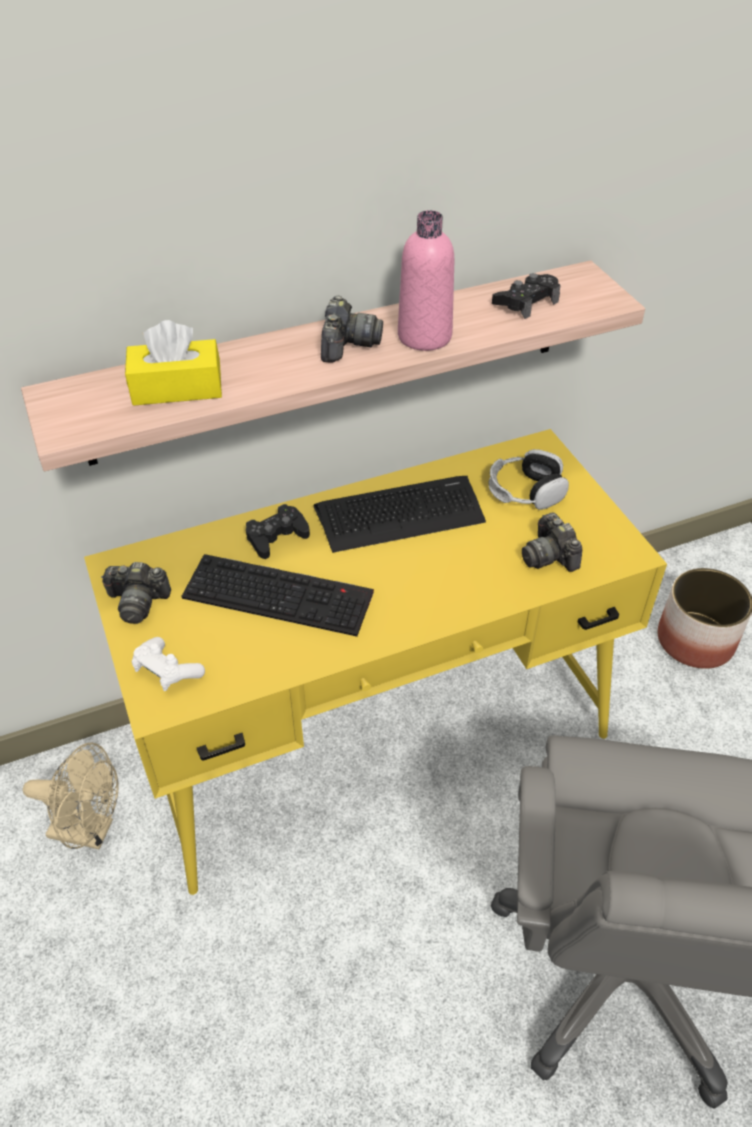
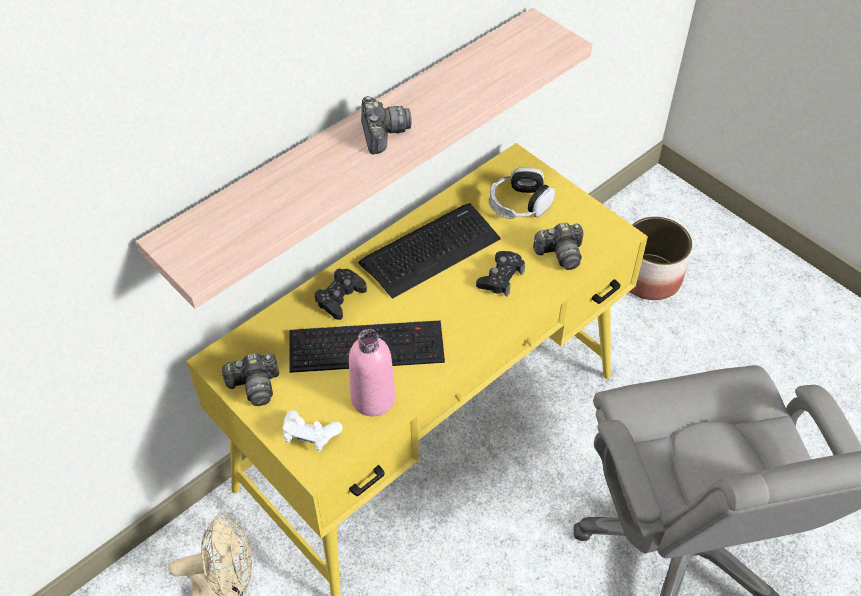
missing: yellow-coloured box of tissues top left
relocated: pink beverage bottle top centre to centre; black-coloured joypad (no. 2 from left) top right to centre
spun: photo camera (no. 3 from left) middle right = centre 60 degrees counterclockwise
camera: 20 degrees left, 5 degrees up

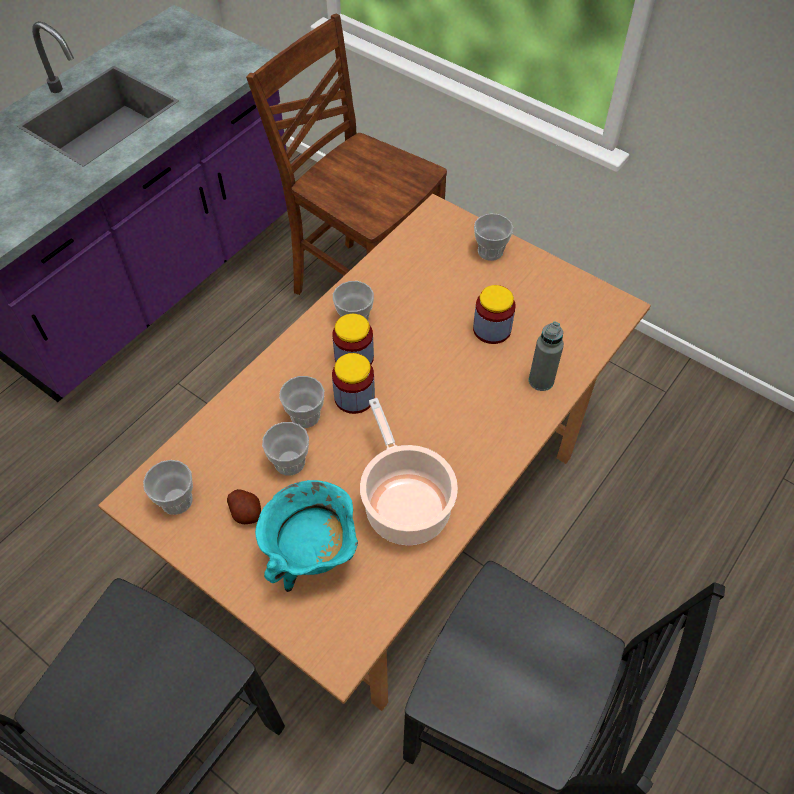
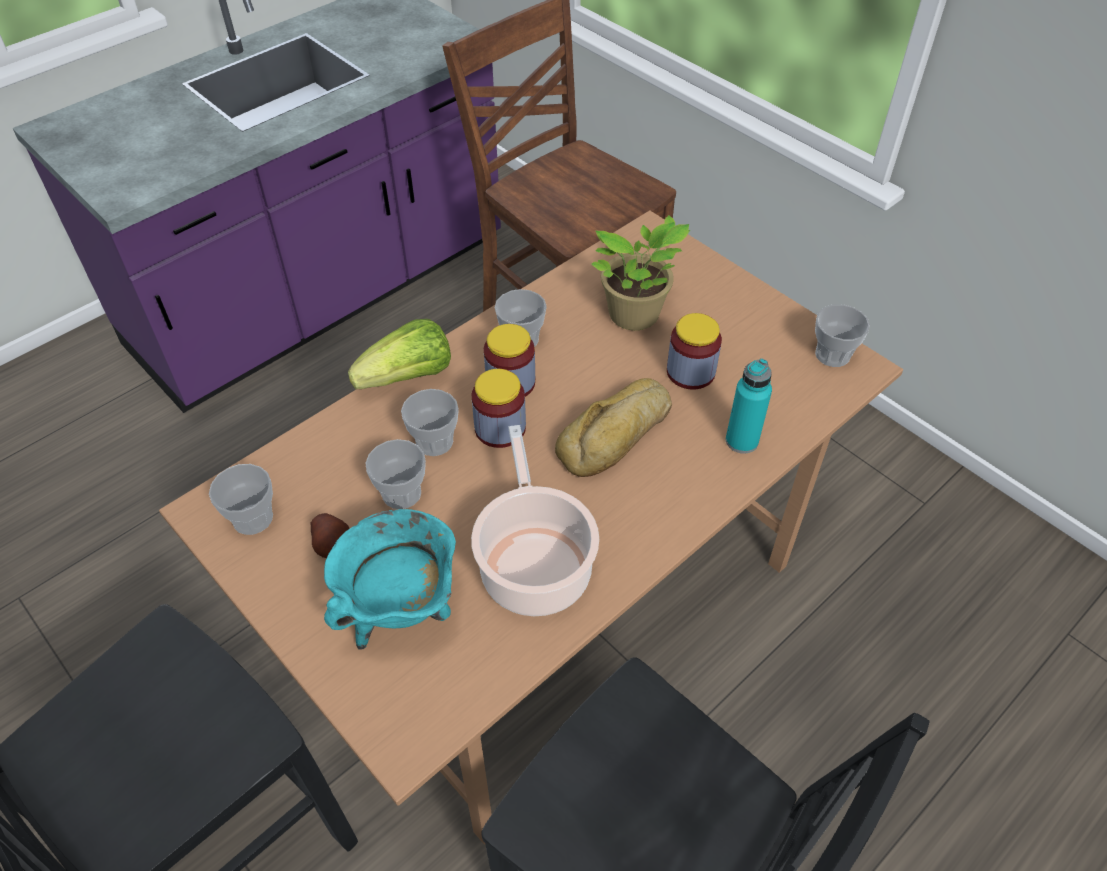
appeared: plant in a pot top centre; lettuce centre; bakery bread centre
relocated: small cup (no. 5 from left) top centre to middle right
colour: gray beverage bottle middle right to blue-green beverage bottle middle right
camera: 10 degrees right, 5 degrees down

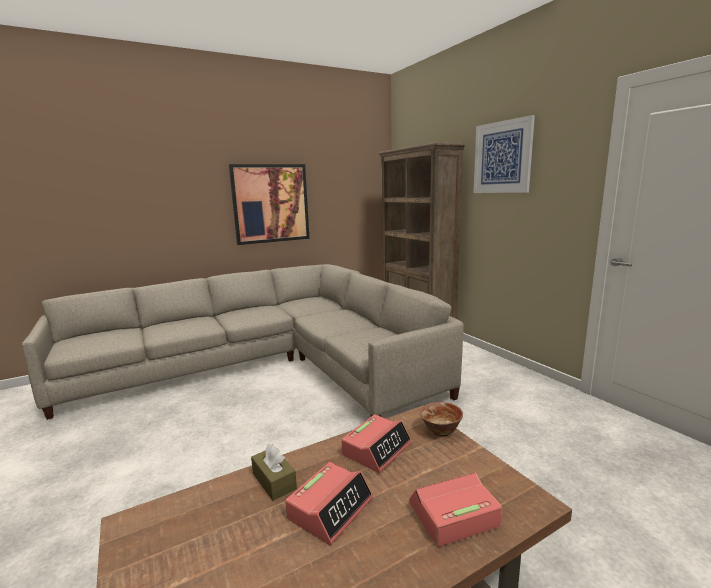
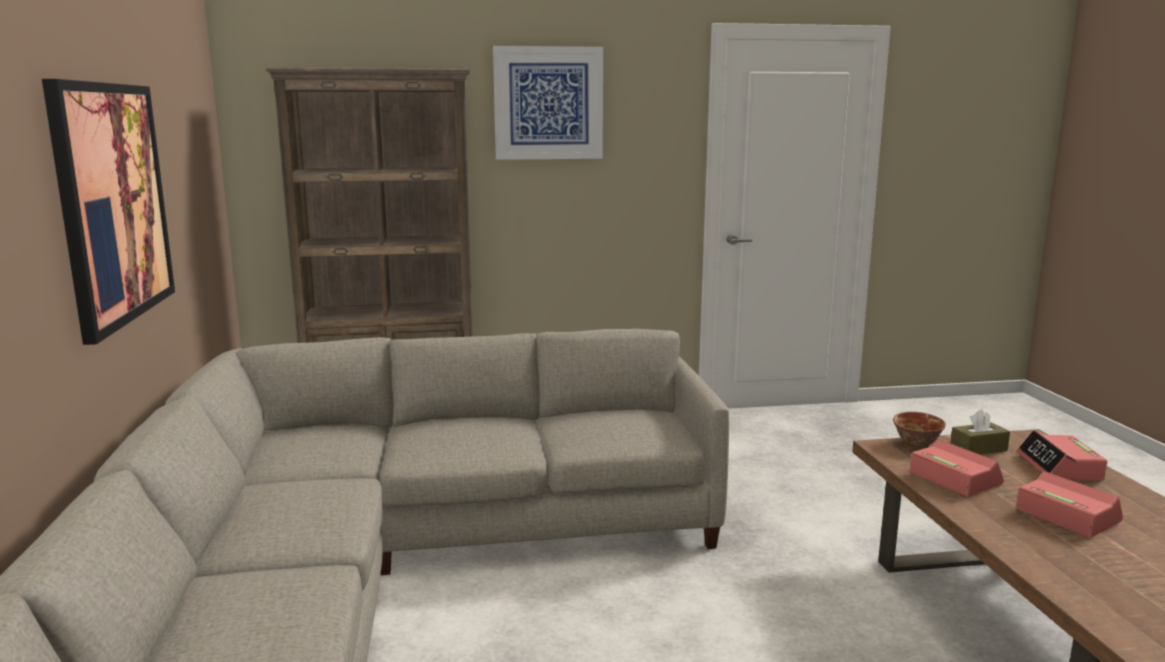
relocated: brownish box of tissues bottom centre to middle right
camera: 70 degrees left, 0 degrees up

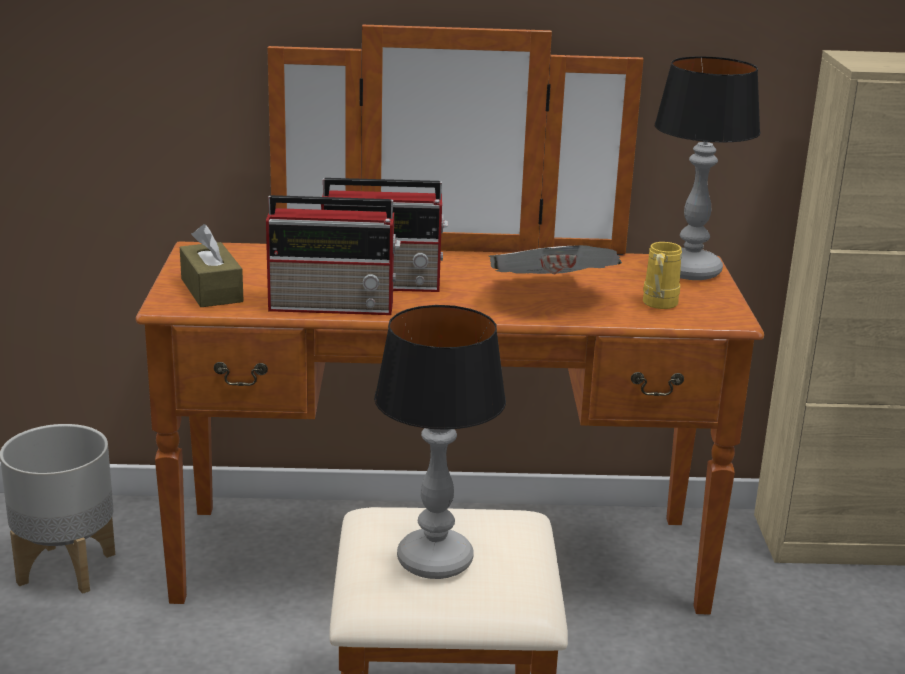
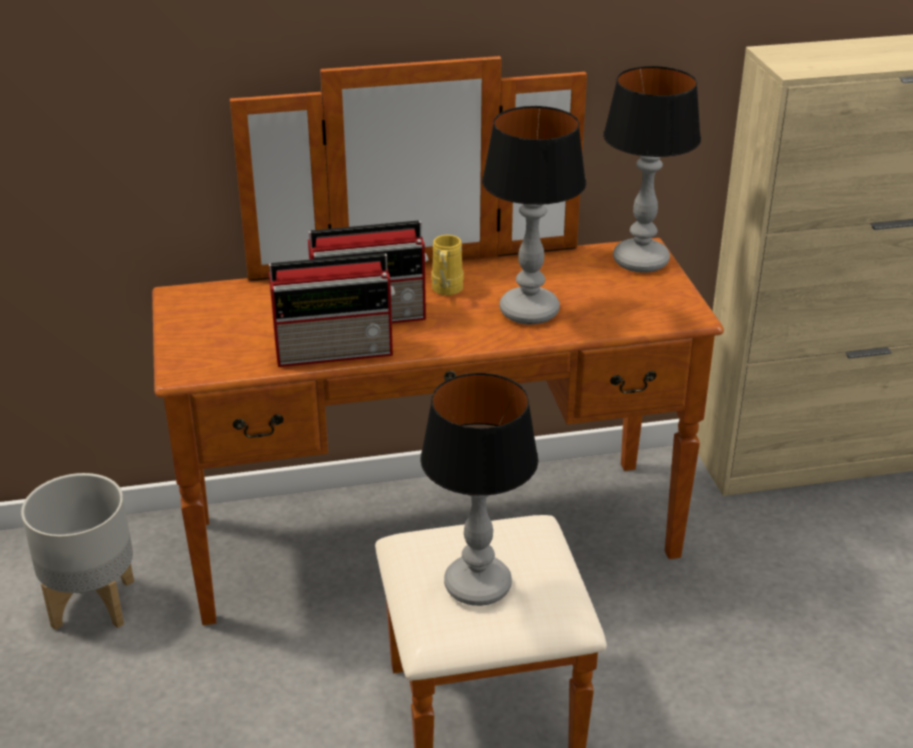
missing: brownish box of tissues middle left
relocated: yellow-coloured mug middle right to centre
exchanged: printed paper centre to table lamp (no. 2 from left) top centre
camera: 10 degrees left, 10 degrees up

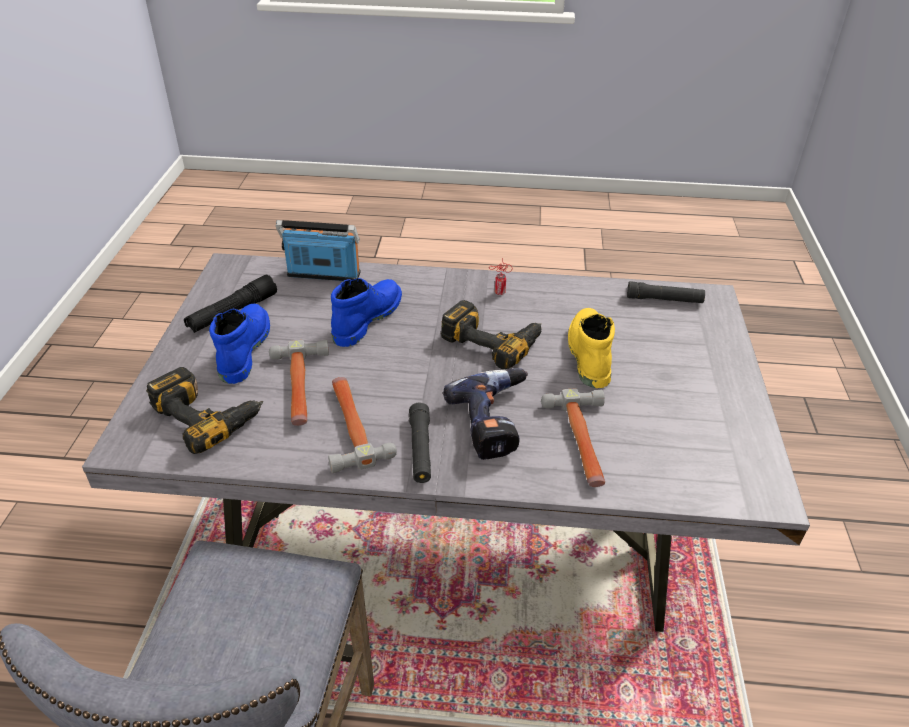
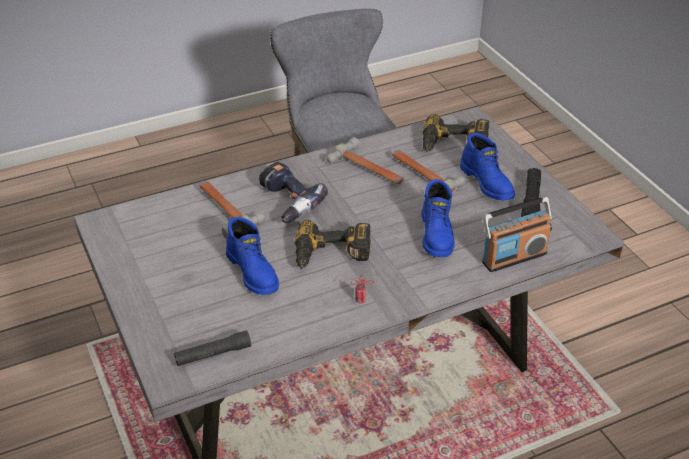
missing: black-coloured hand torch (no. 2 from left) centre
colour: yellow-coloured tall boot centre to bluish tall boot (no. 1 from left) centre
camera: 150 degrees right, 0 degrees up

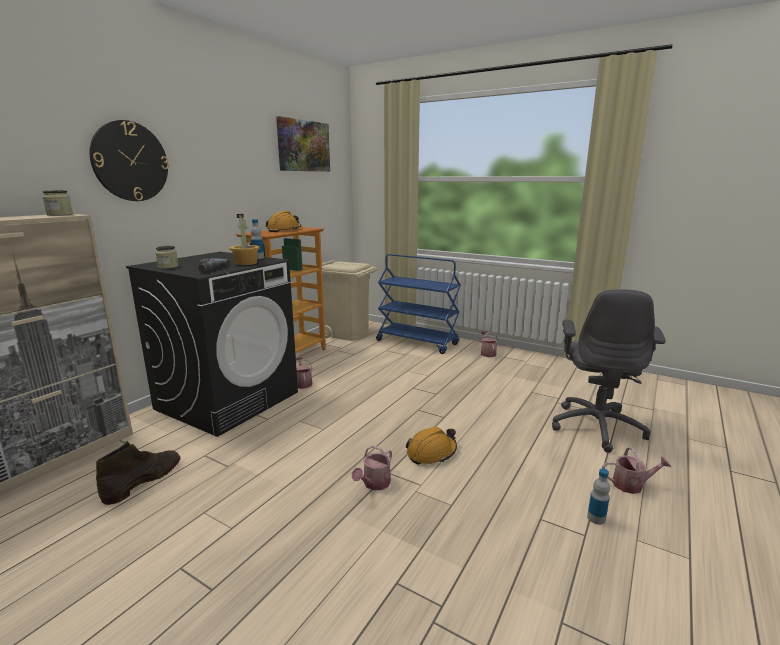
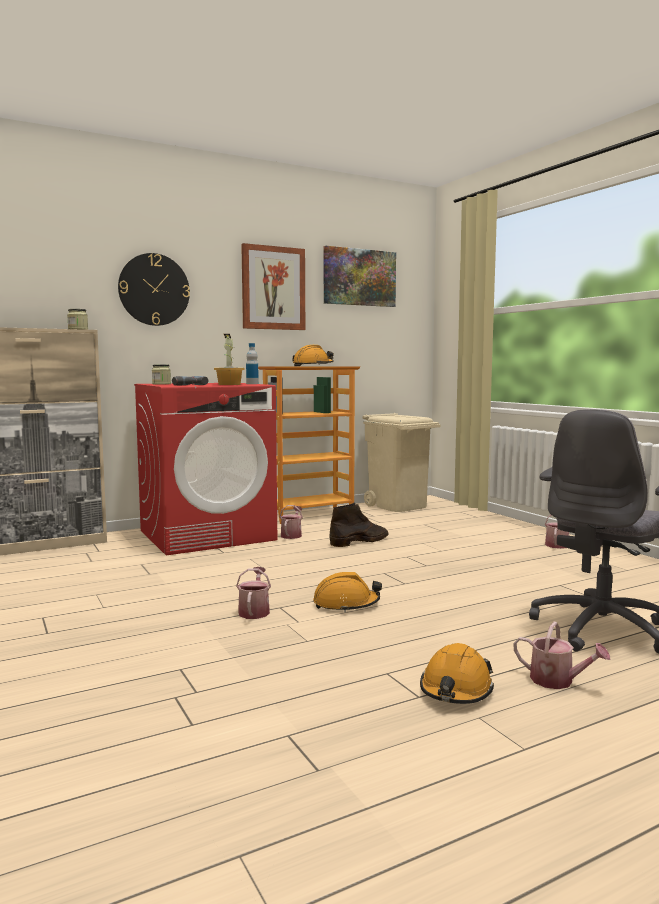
missing: bluish wheeled cart centre
appeared: picture (no. 1 from left) top centre
relocated: brownish tall boot bottom left to centre
exchanged: beverage bottle (no. 2 from left) bottom right to orange-coloured work helmet (no. 3 from left) bottom right
colour: black-coloured laundry appliance middle left to red-coloured laundry appliance middle left
spun: sprinkling can (no. 2 from left in the first image) bottom centre = centre 120 degrees clockwise
camera: 30 degrees right, 10 degrees down

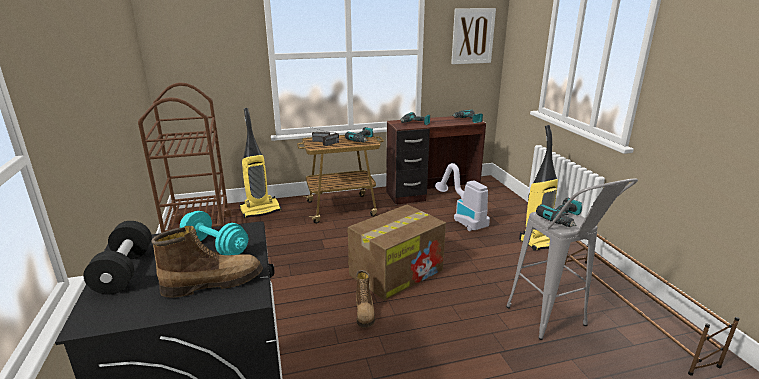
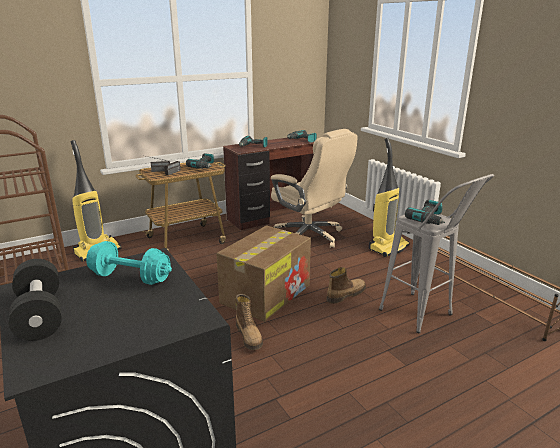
missing: picture top centre
relocated: tall boot (no. 1 from left in the first image) bottom left to tall boot (no. 2 from left) centre
exchanged: vacuum (no. 2 from left) centre to beige desk chair centre
camera: 15 degrees left, 0 degrees up

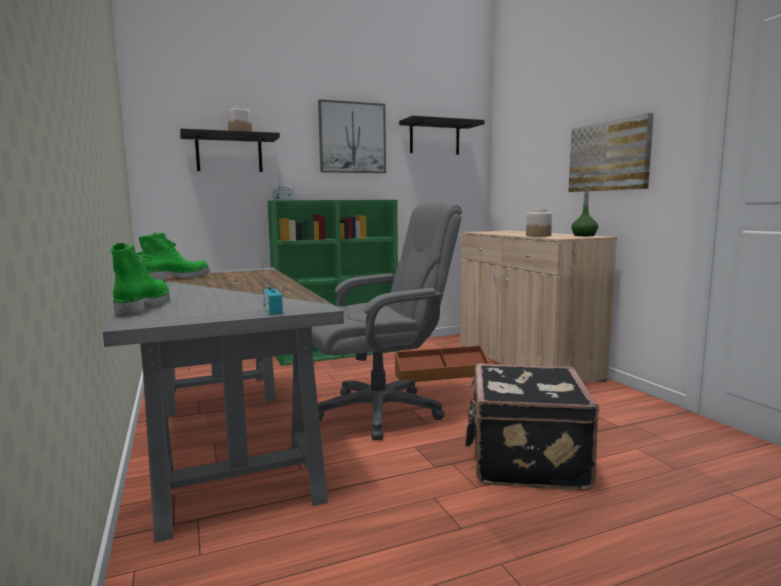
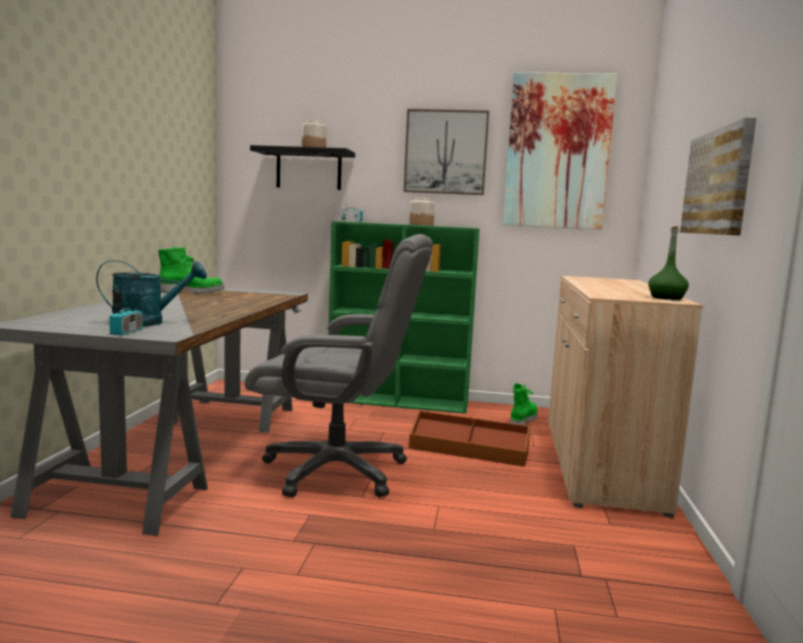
missing: black-coloured piece of luggage bottom right
appeared: blue-green sprinkling can middle left
relocated: storage jar (no. 2 from left) middle right to top centre; green-coloured tall boot (no. 1 from left in the first image) middle left to green-coloured tall boot (no. 2 from left) centre
exchanged: black-coloured bracket shelf (no. 2 from left) top centre to picture (no. 2 from left) top right
camera: 30 degrees right, 0 degrees up

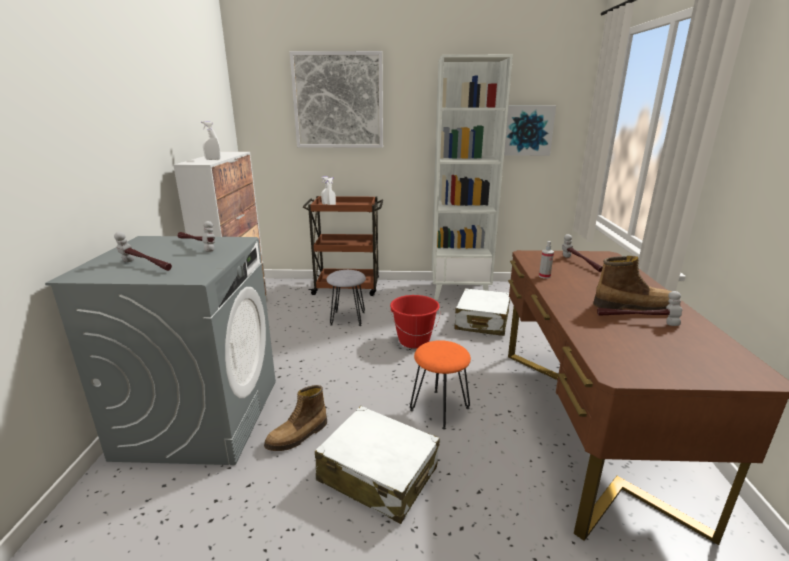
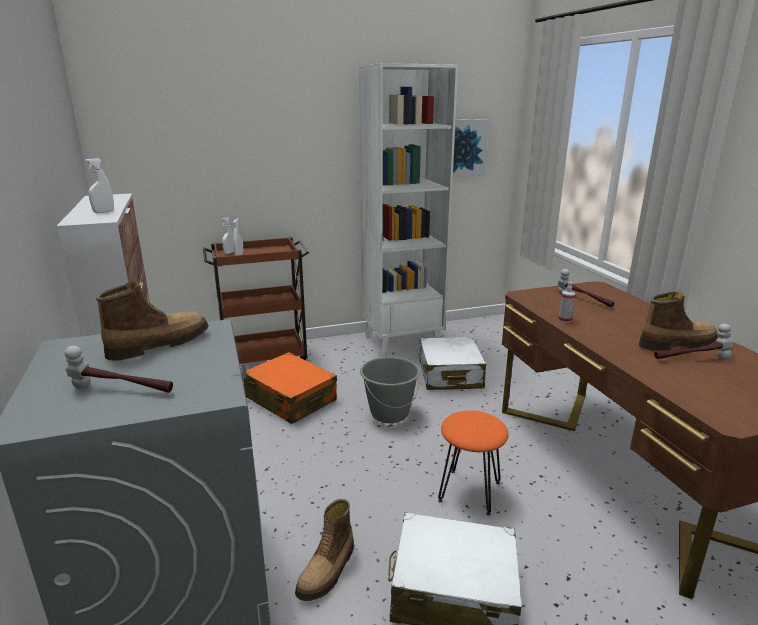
missing: picture (no. 1 from left) top centre
exchanged: hand hammer (no. 2 from left) middle left to tall boot (no. 1 from left) middle left; gray stool centre to orange-coloured piece of luggage centre
colour: red-coloured pail centre to gray pail centre
camera: 20 degrees left, 0 degrees up

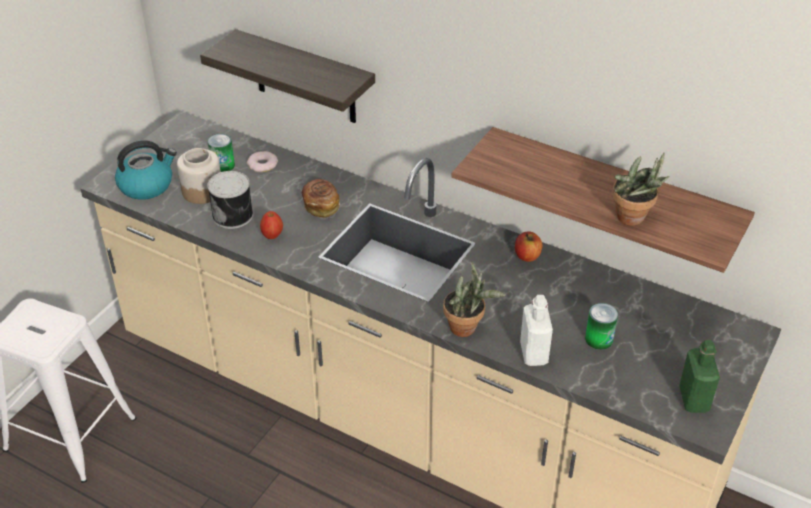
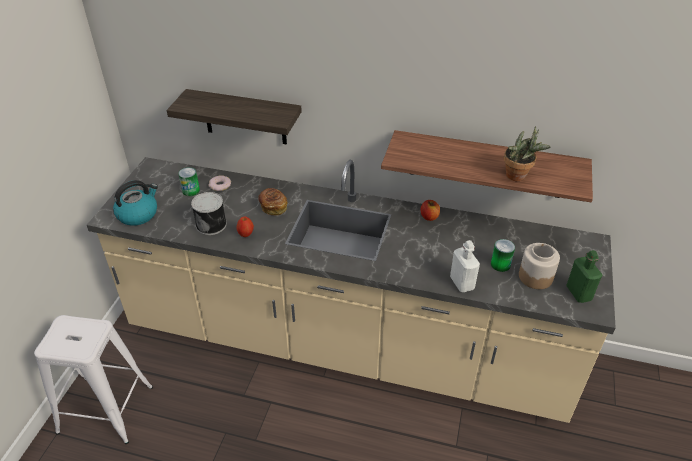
missing: plant in a pot (no. 1 from left) centre
relocated: storage jar middle left to middle right
camera: 15 degrees left, 0 degrees up

